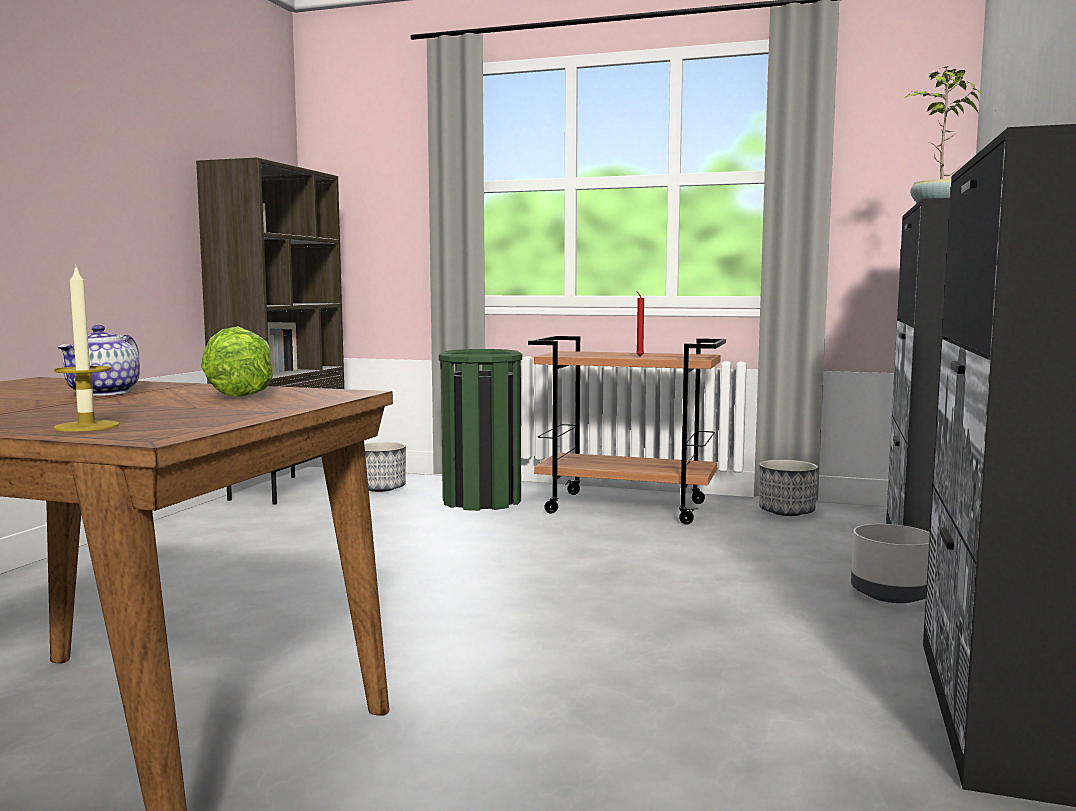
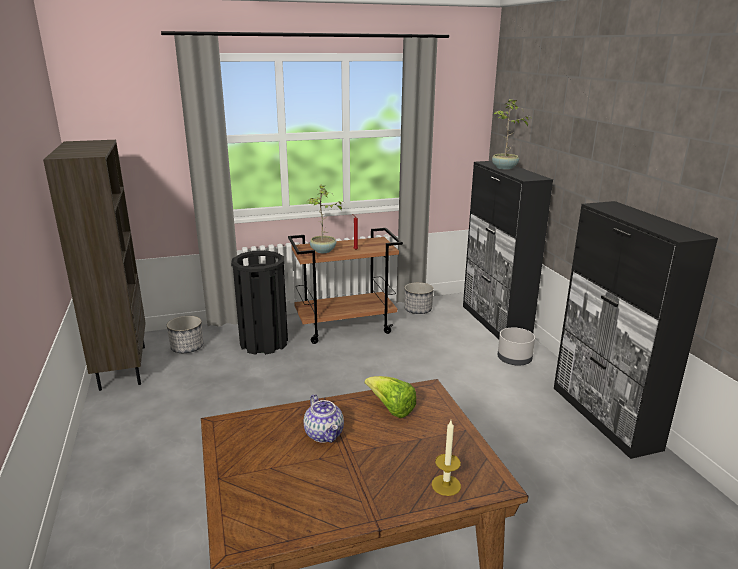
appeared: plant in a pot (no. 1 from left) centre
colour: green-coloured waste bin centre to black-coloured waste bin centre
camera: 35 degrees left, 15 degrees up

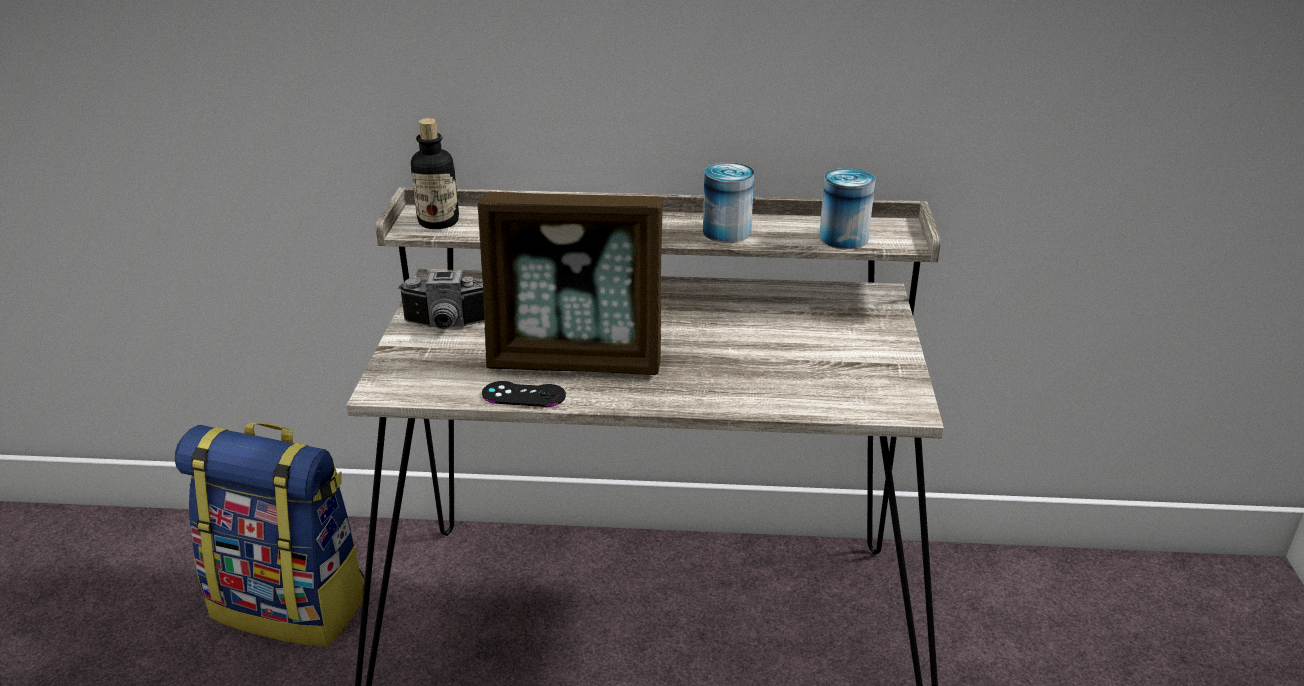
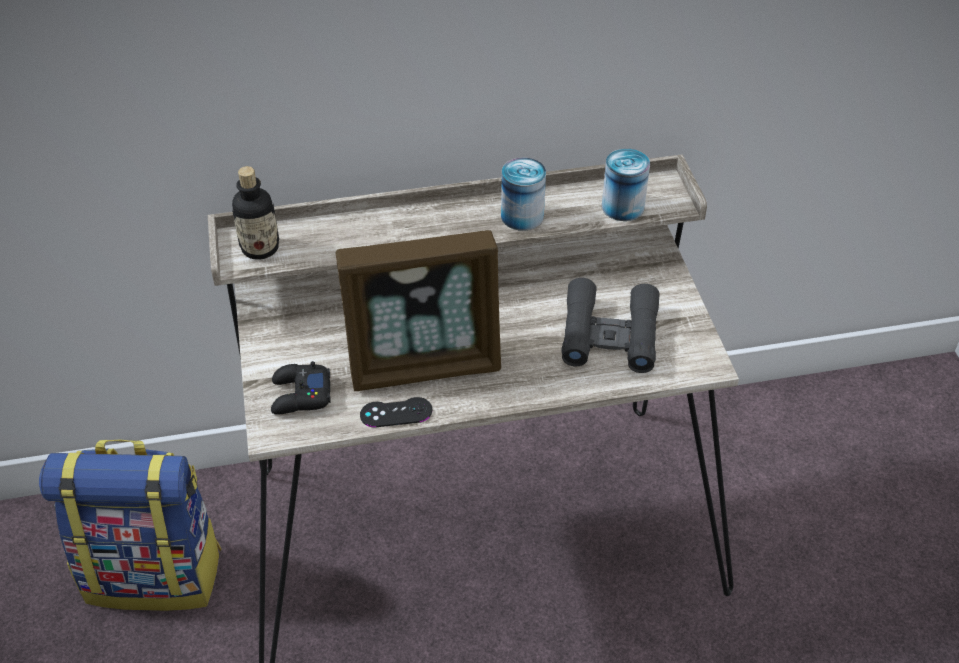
missing: photo camera centre
appeared: black-coloured pair of binoculars centre; black-coloured joypad (no. 1 from left) middle left
camera: 15 degrees left, 15 degrees up

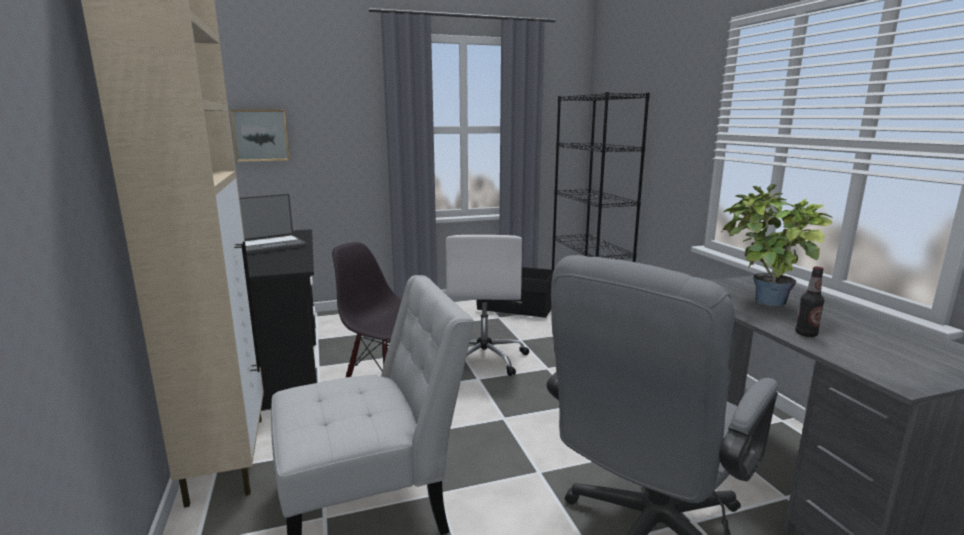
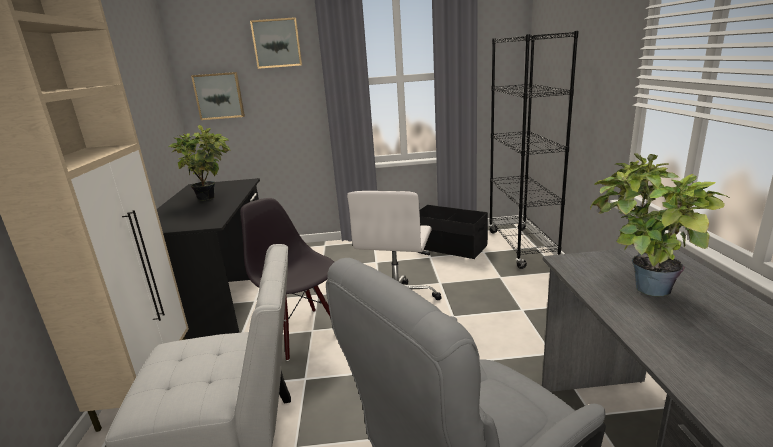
missing: beverage bottle middle right
appeared: picture (no. 2 from left) top centre
exchanged: portable computer middle left to plant in a pot (no. 1 from left) middle left
camera: 15 degrees right, 5 degrees up

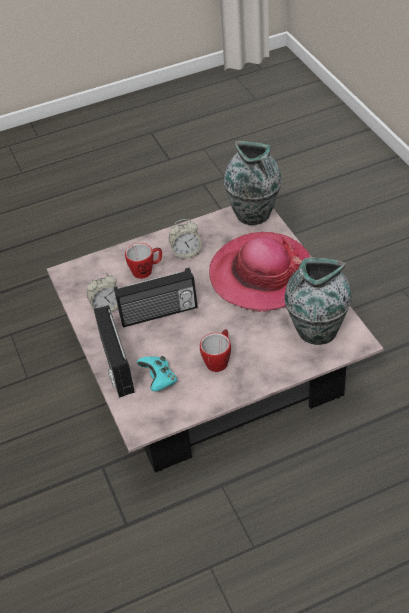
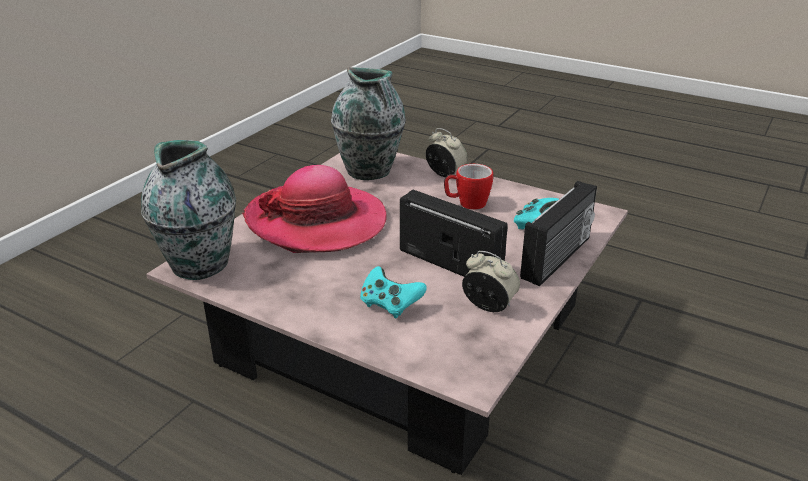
relocated: bedside clock (no. 2 from left in the first image) centre to bedside clock (no. 1 from left) top centre
exchanged: mug (no. 1 from left) centre to blue-green joypad (no. 1 from left) centre
camera: 130 degrees left, 15 degrees down

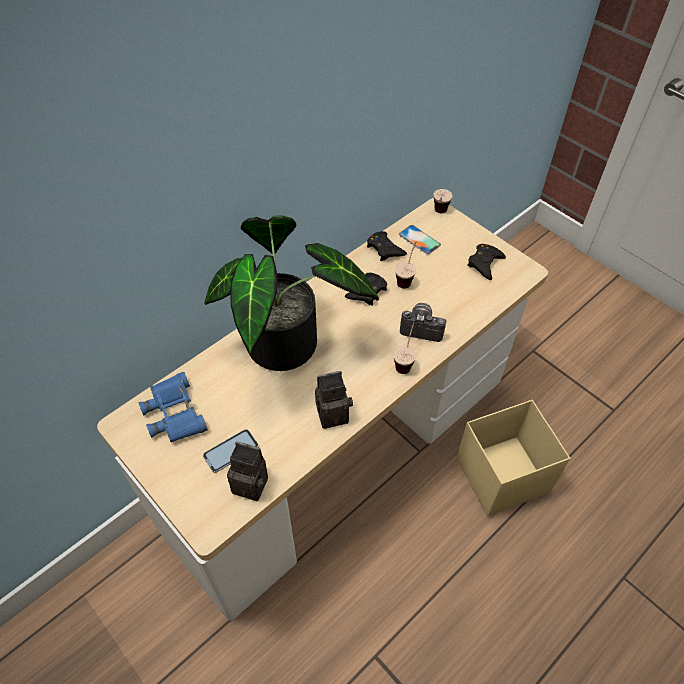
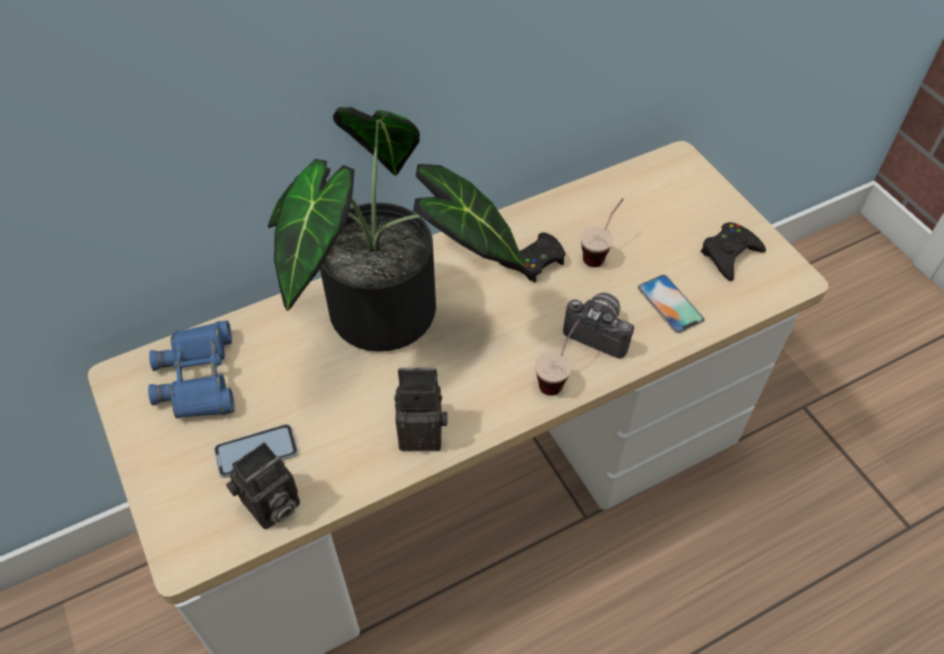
missing: small cup (no. 3 from left) top centre; black-coloured joypad (no. 2 from left) centre; beige storage box bottom right
relocated: telephone (no. 2 from left) centre to middle right
spun: photo camera (no. 1 from left) bottom centre = bottom left 105 degrees clockwise
camera: 15 degrees right, 0 degrees up

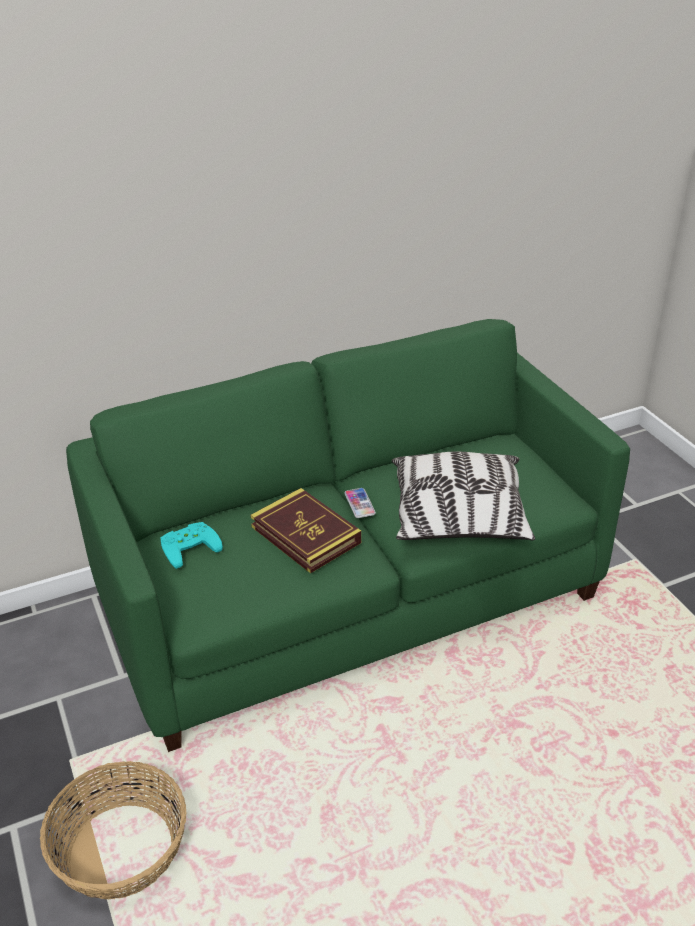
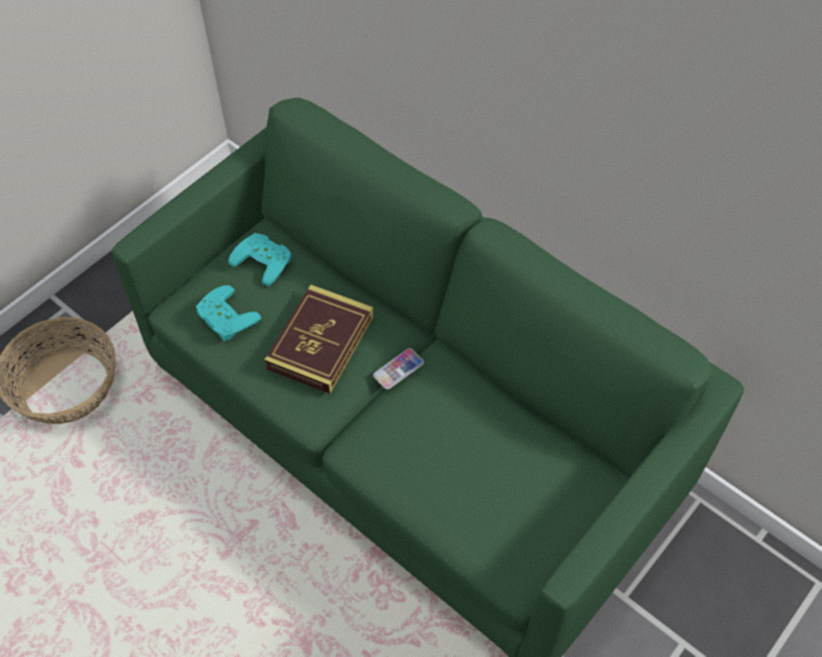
missing: cushion centre
appeared: blue-green joypad (no. 1 from left) middle left
camera: 65 degrees right, 20 degrees up

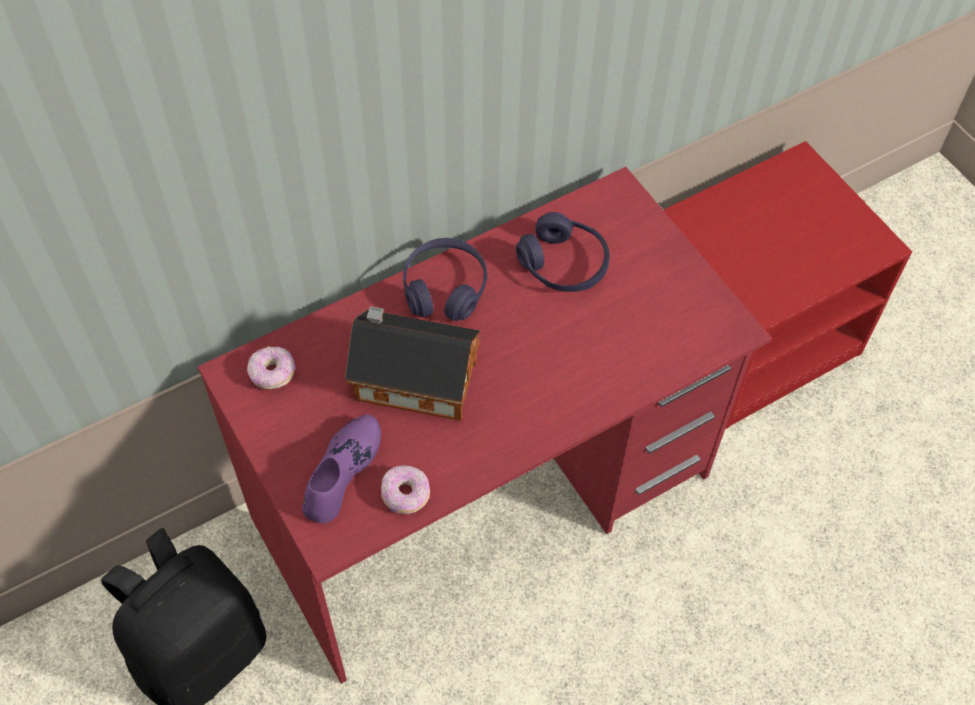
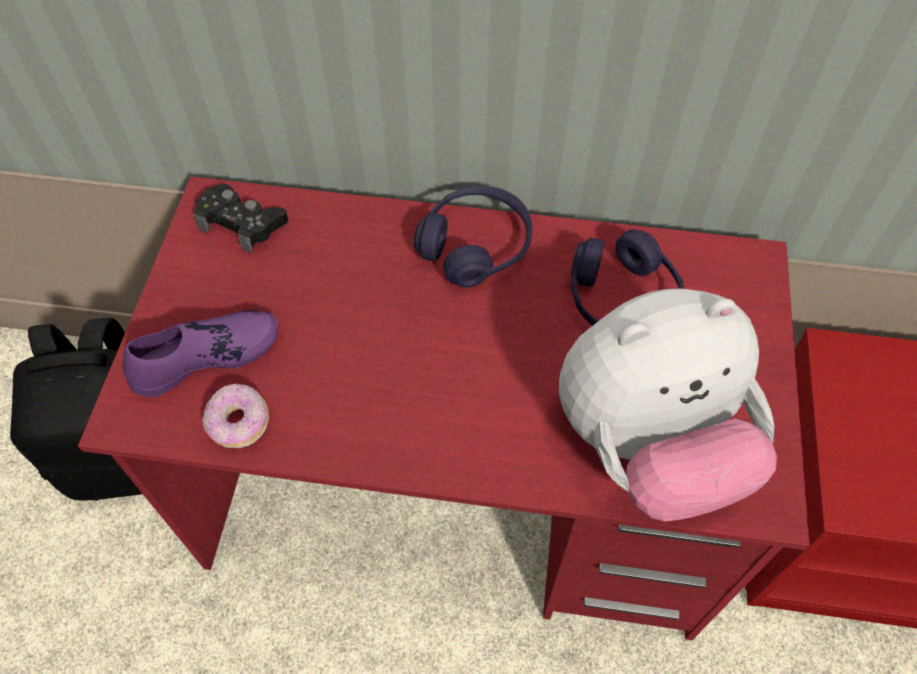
missing: model house centre
appeared: plush toy middle right
exchanged: ring doughnut (no. 1 from left) middle left to black-coloured joypad top left
camera: 40 degrees right, 0 degrees up

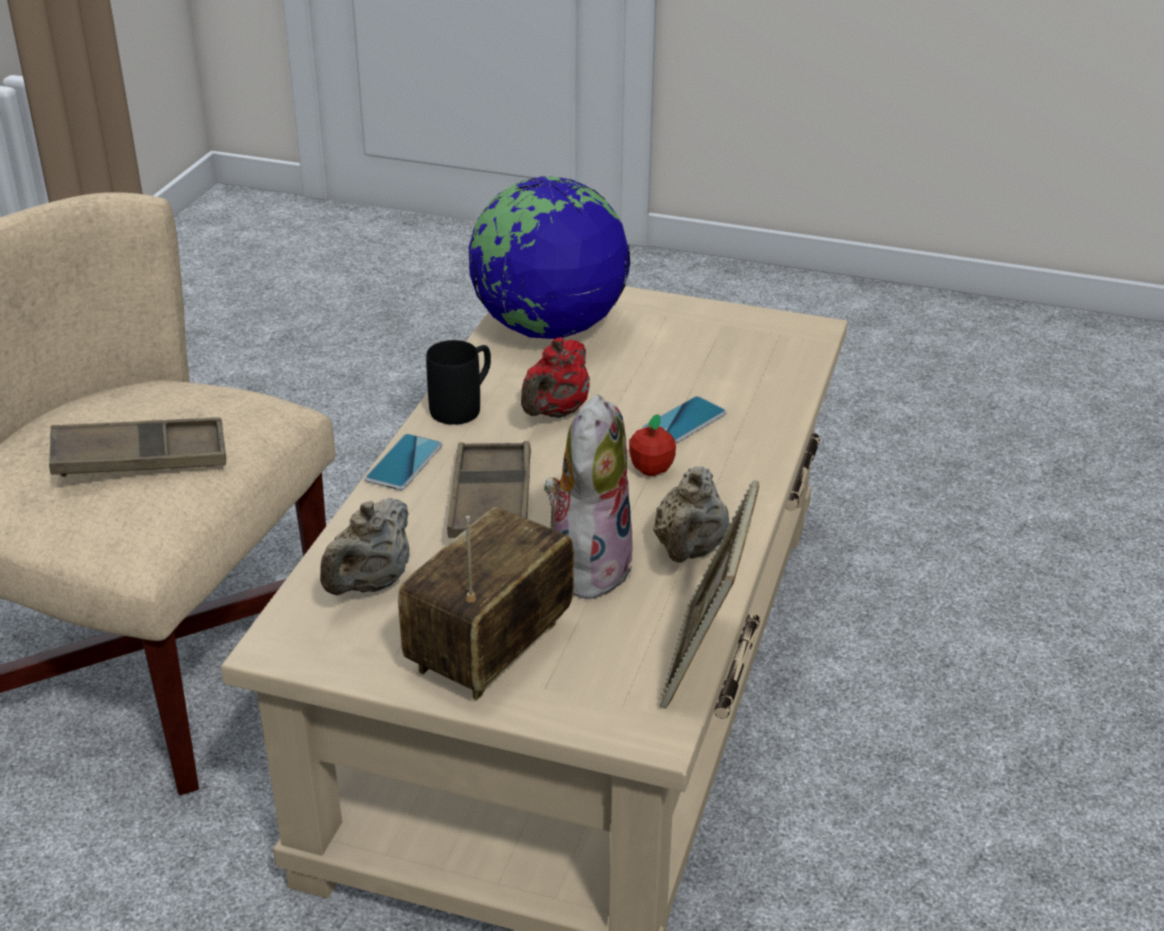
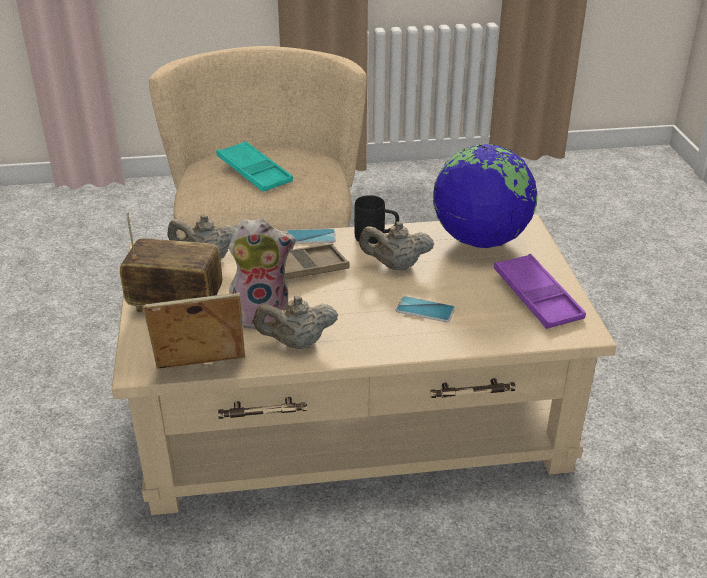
missing: apple fruit centre
appeared: purplish carrying tray middle right
colour: red-coloured teapot centre to beige teapot (no. 3 from left) centre; brownish carrying tray (no. 1 from left) middle left to blue-green carrying tray top centre
camera: 65 degrees right, 0 degrees up

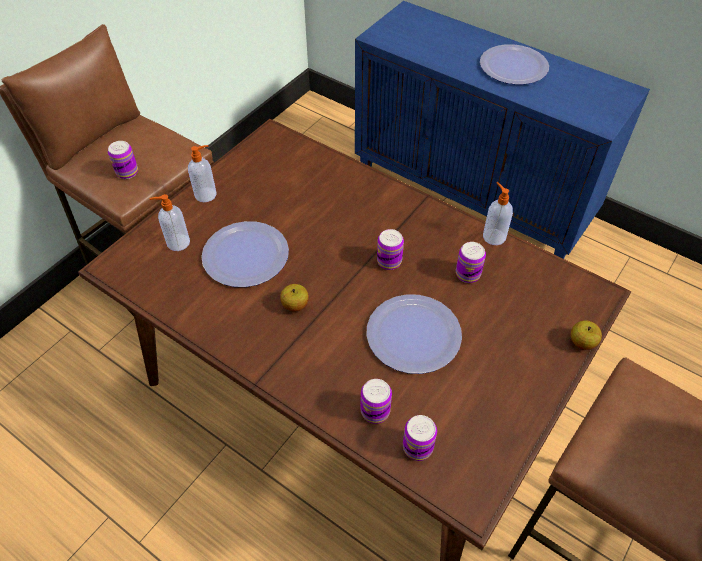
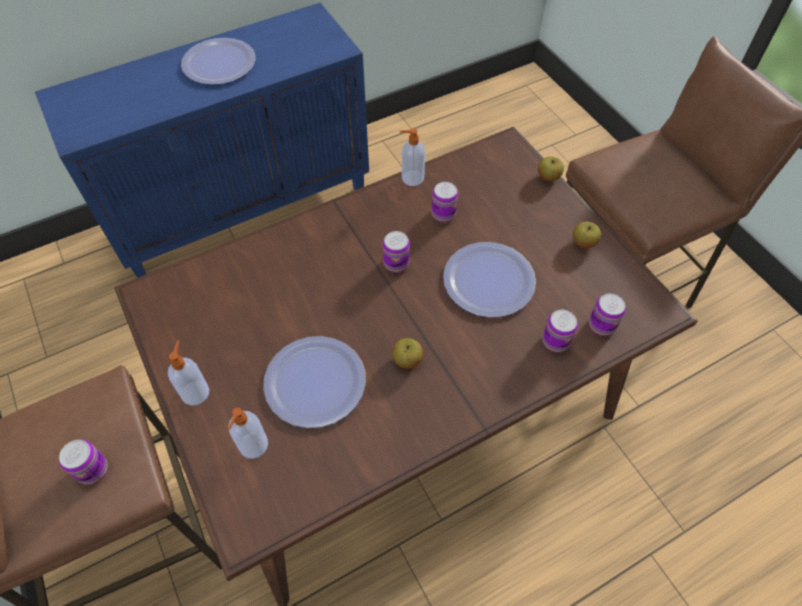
appeared: apple fruit (no. 3 from left) middle right
camera: 65 degrees left, 5 degrees up

